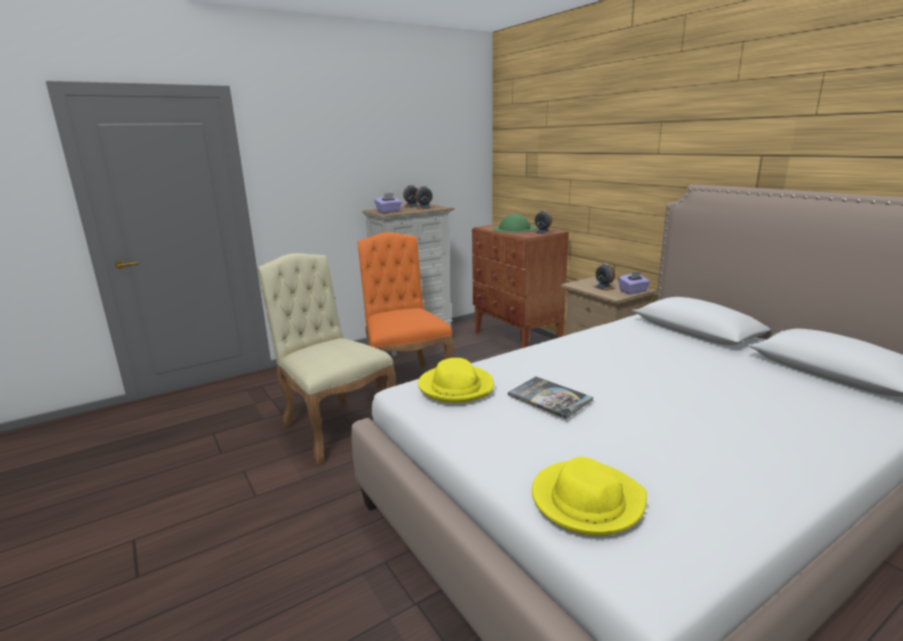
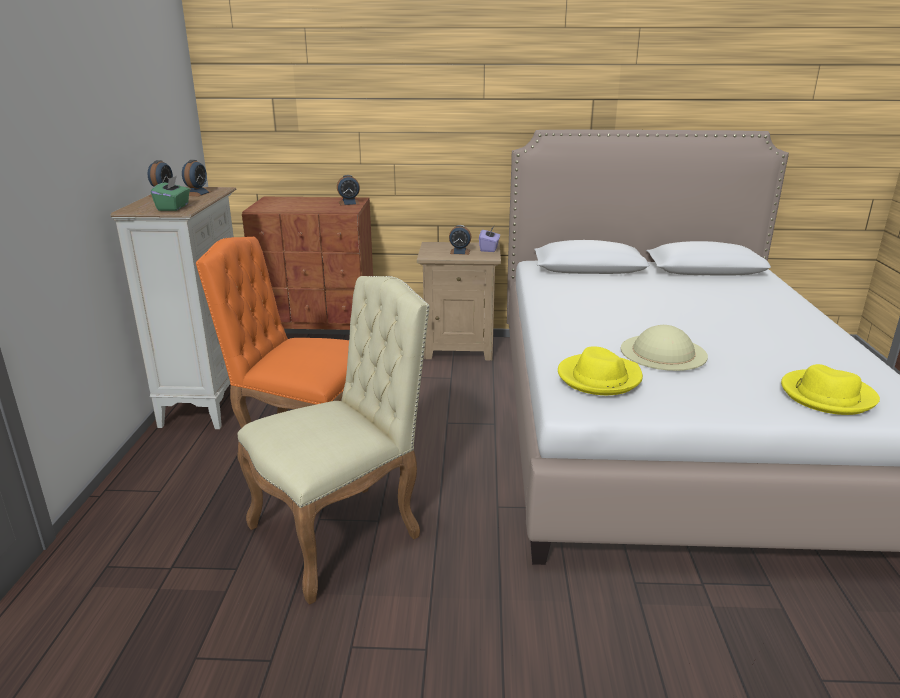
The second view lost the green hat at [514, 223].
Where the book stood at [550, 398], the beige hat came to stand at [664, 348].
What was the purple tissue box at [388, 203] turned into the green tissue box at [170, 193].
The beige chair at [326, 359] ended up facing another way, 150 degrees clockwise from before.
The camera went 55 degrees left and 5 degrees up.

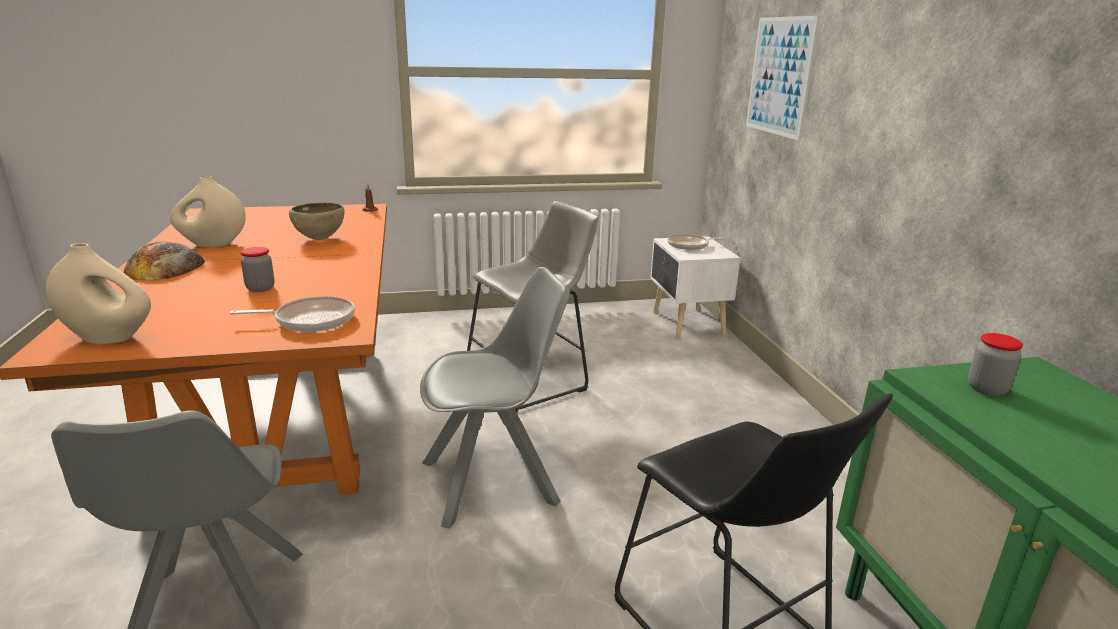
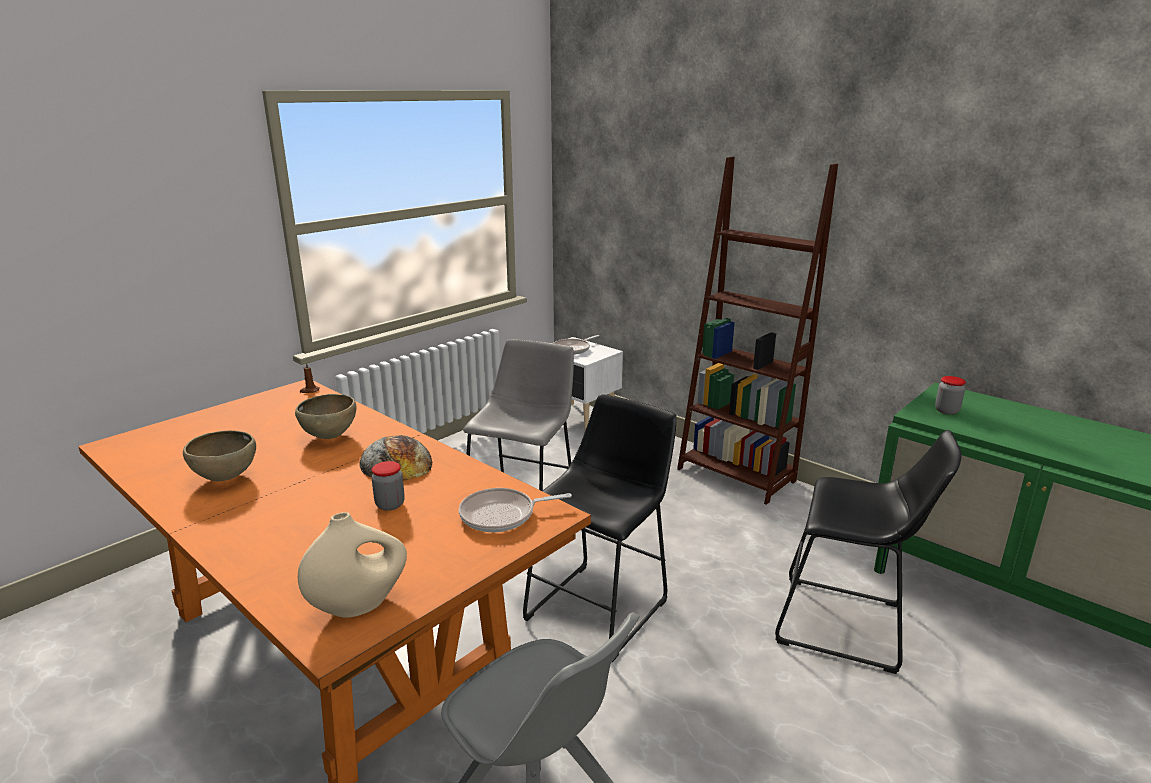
The second view lost the picture at [783, 78].
The second view gained the brown bookcase at [757, 331].
The bread ended up elsewhere, having gone from [164, 261] to [395, 458].
Where the beige vase stood at [208, 212], the brown bowl came to stand at [219, 456].
Where the grey chair stood at [495, 398], the black stool came to stand at [599, 528].
The frying pan at [292, 314] ended up facing another way, 150 degrees counterclockwise from before.
The camera went 35 degrees left and 0 degrees up.

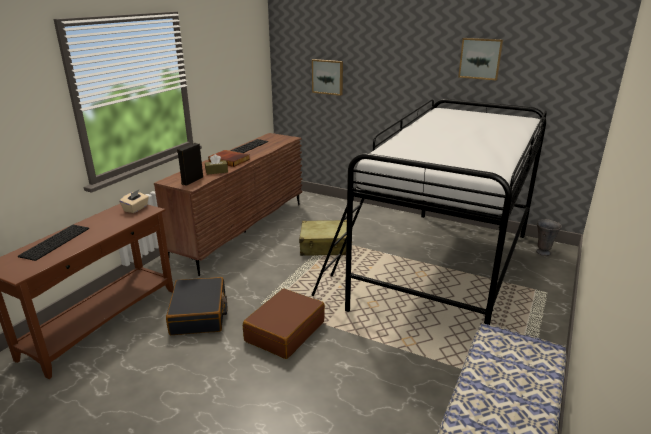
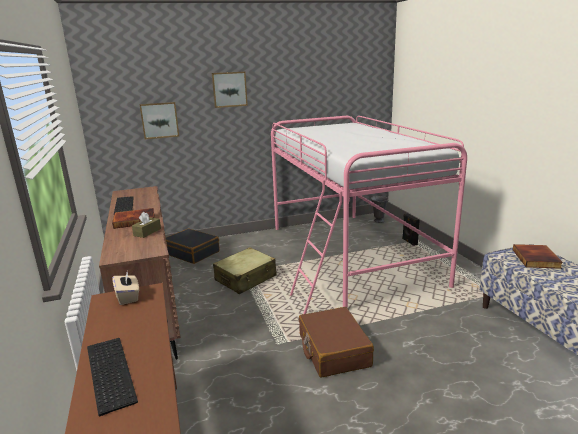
The second view gained the book at [538, 256].
The black suitcase ended up elsewhere, having gone from [197, 306] to [193, 246].
The black speaker ended up elsewhere, having gone from [190, 164] to [410, 230].
The picture ended up elsewhere, having gone from [480, 59] to [230, 89].
What was the black bed at [429, 212] turned into the pink bed at [369, 215].
The camera went 45 degrees left and 5 degrees down.

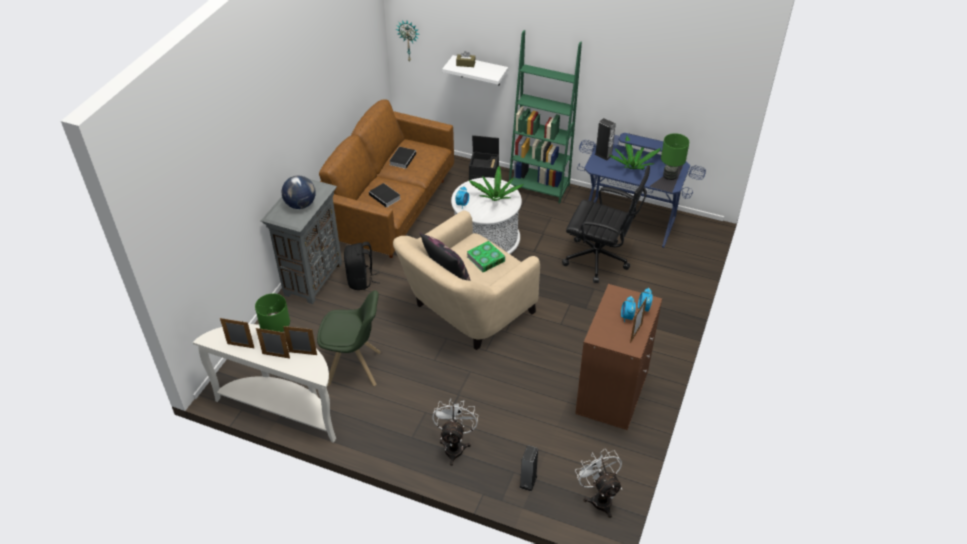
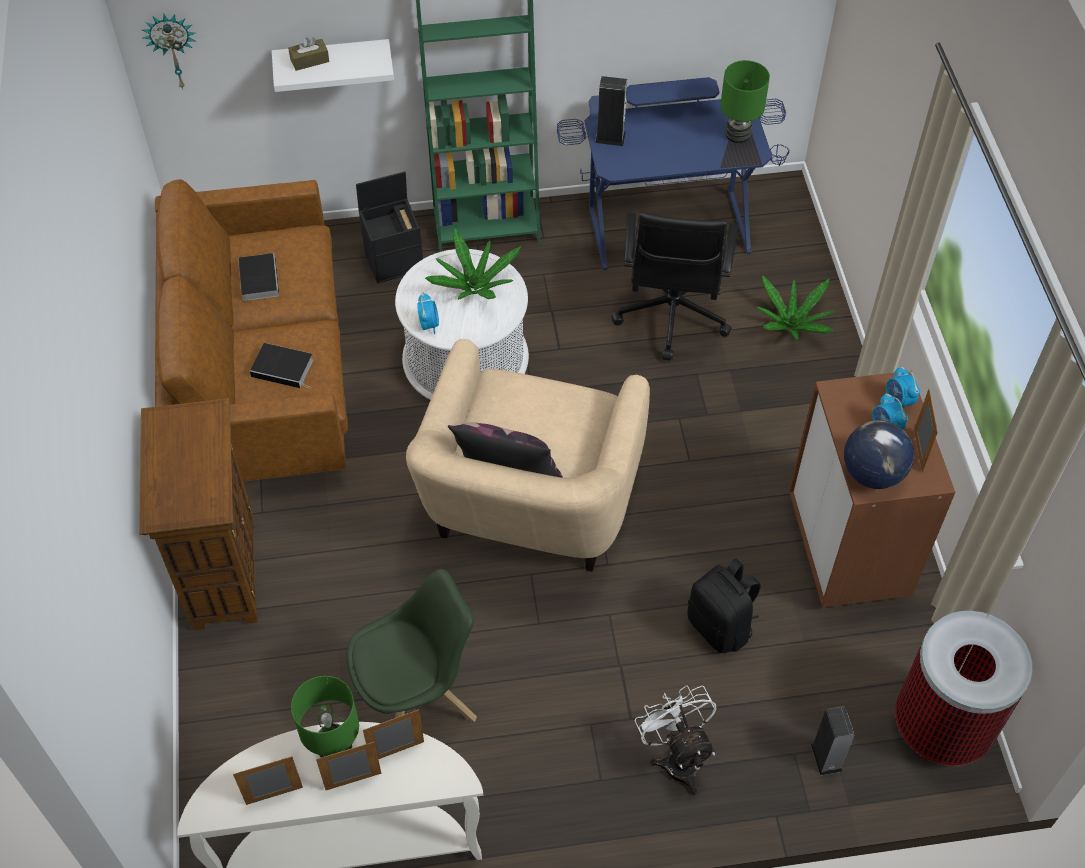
The second view lost the book at [486, 256].
The globe ended up elsewhere, having gone from [299, 192] to [879, 454].
The black backpack ended up elsewhere, having gone from [362, 266] to [724, 605].
The potted plant ended up elsewhere, having gone from [635, 153] to [795, 307].
Where the white fan stood at [598, 483], the trash can came to stand at [963, 688].
What was the grey cabinet at [301, 241] turned into the brown cabinet at [198, 514].
The black office chair at [606, 224] ended up facing another way, 105 degrees clockwise from before.
The camera went 30 degrees left and 10 degrees up.

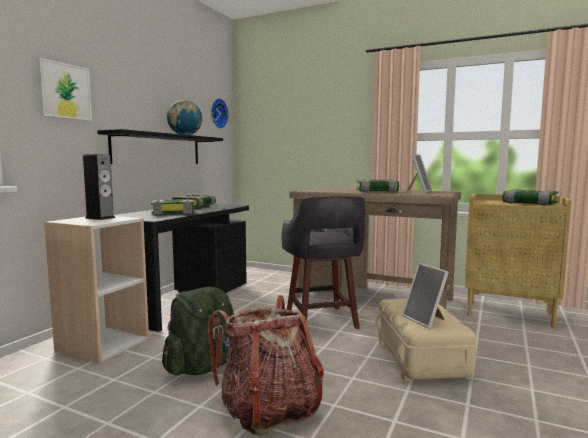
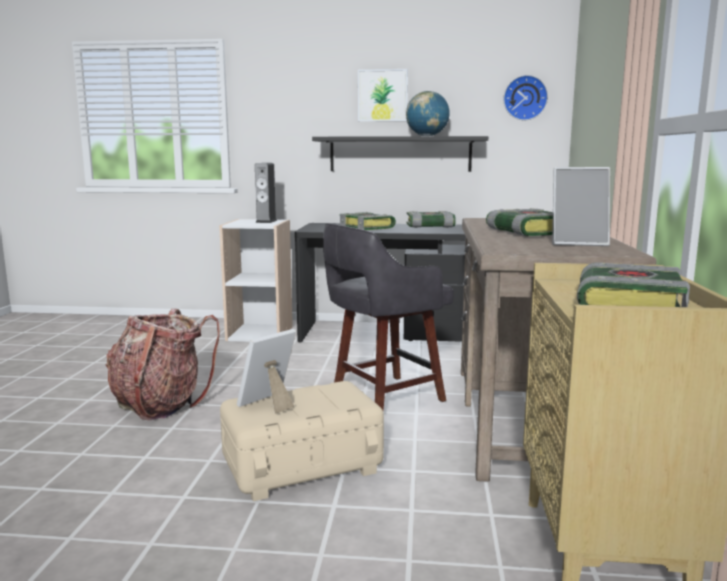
The second view lost the green backpack at [198, 331].
The picture ended up elsewhere, having gone from [64, 89] to [383, 95].
The camera went 70 degrees right and 5 degrees up.

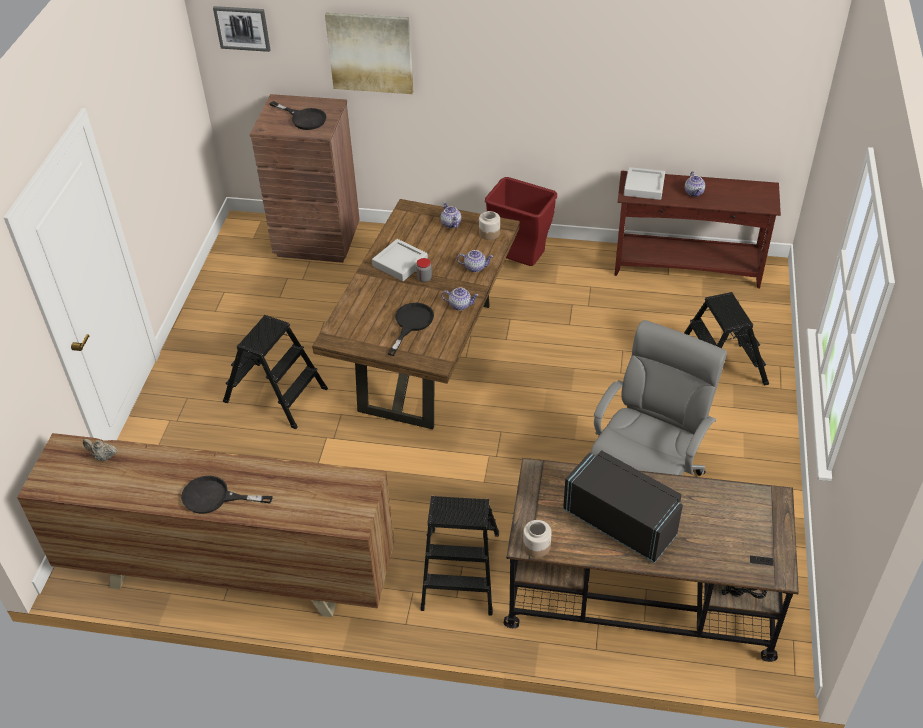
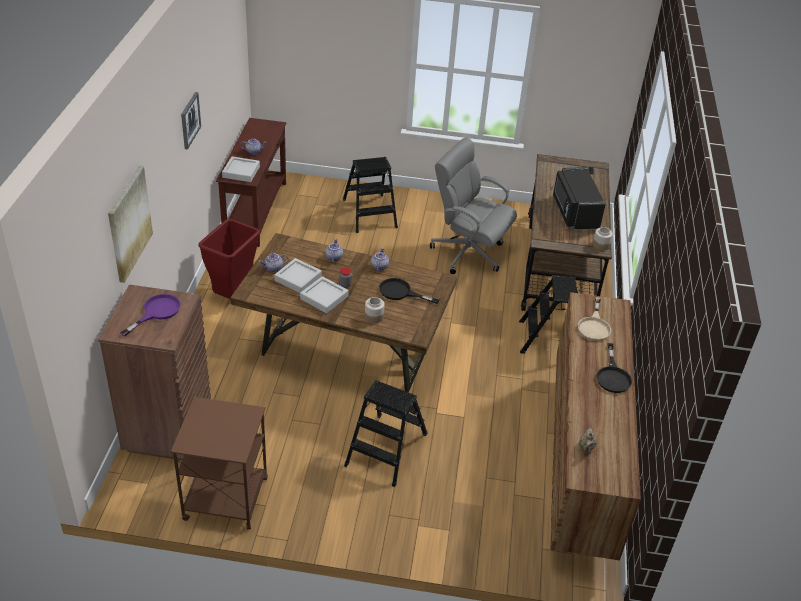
The second view gained the brown cart at [219, 463].
The second view gained the grey tray at [298, 275].
The second view gained the beige frying pan at [594, 319].
The picture ended up elsewhere, having gone from [241, 29] to [191, 120].
The jar ended up elsewhere, having gone from [489, 225] to [375, 310].
What was the black frying pan at [298, 115] turned into the purple frying pan at [150, 315].
The black microwave at [623, 506] ended up facing another way, 45 degrees counterclockwise from before.
The camera went 95 degrees left and 5 degrees down.

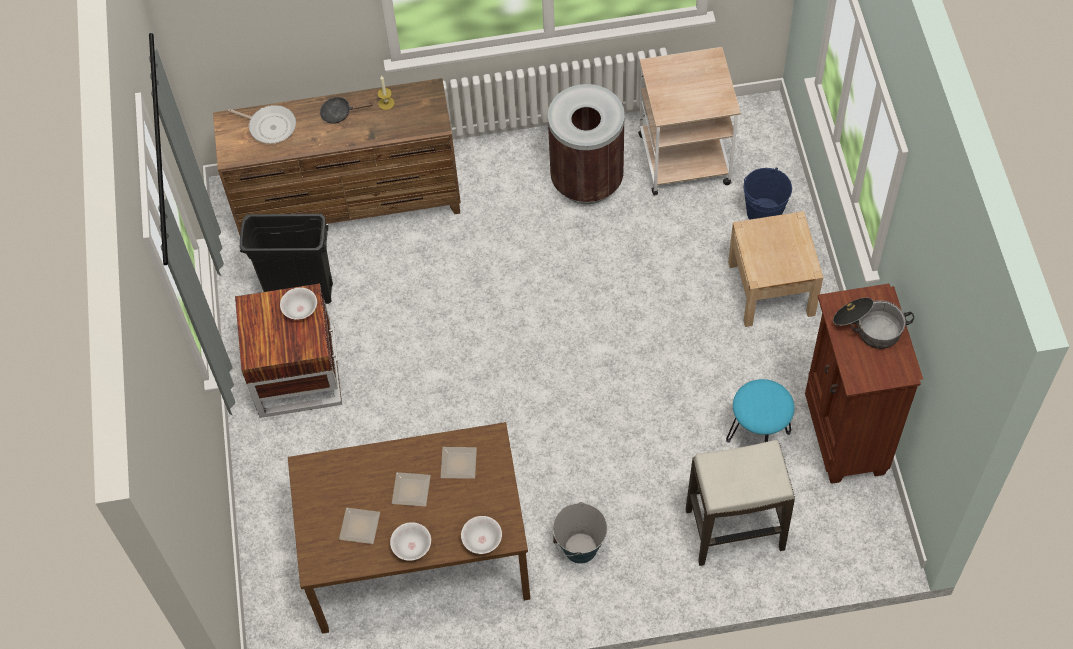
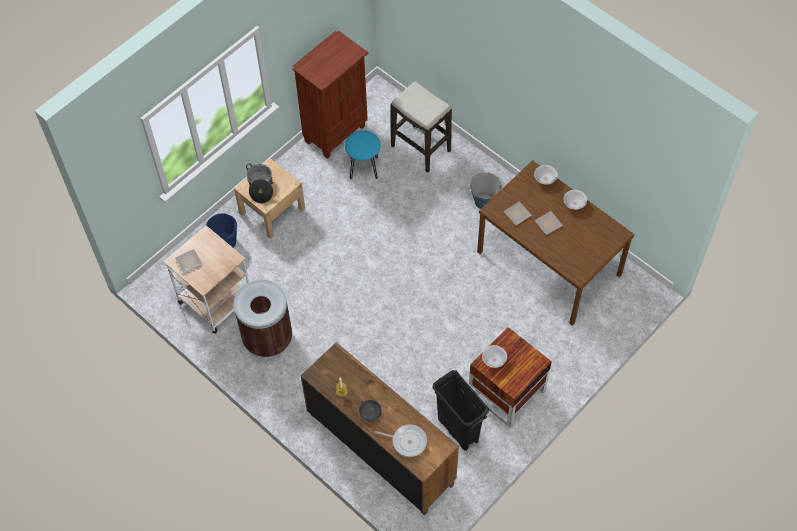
The plate ended up elsewhere, having gone from [359, 526] to [188, 261].
The cooking pot ended up elsewhere, having gone from [873, 323] to [259, 183].
The frying pan at [262, 124] ended up facing another way, 120 degrees clockwise from before.
The camera went 130 degrees left and 0 degrees up.

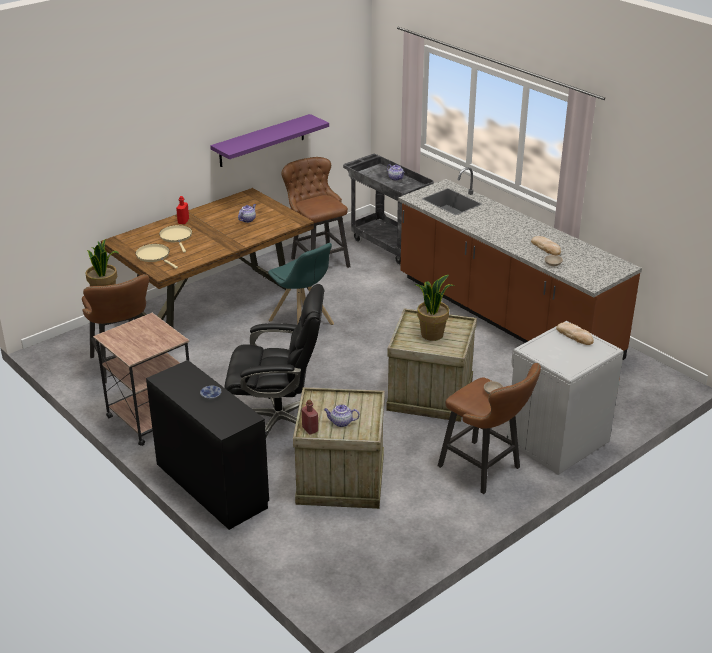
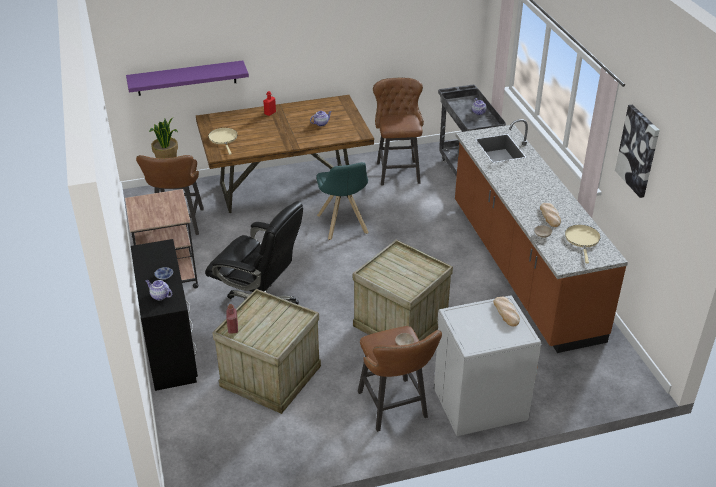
The second view lost the potted plant at [434, 308].
The second view gained the picture at [637, 151].
The beige frying pan ended up elsewhere, having gone from [175, 239] to [583, 244].
The purple shelf ended up elsewhere, having gone from [269, 140] to [187, 78].
The teapot ended up elsewhere, having gone from [342, 415] to [159, 290].
The camera went 25 degrees right and 5 degrees up.

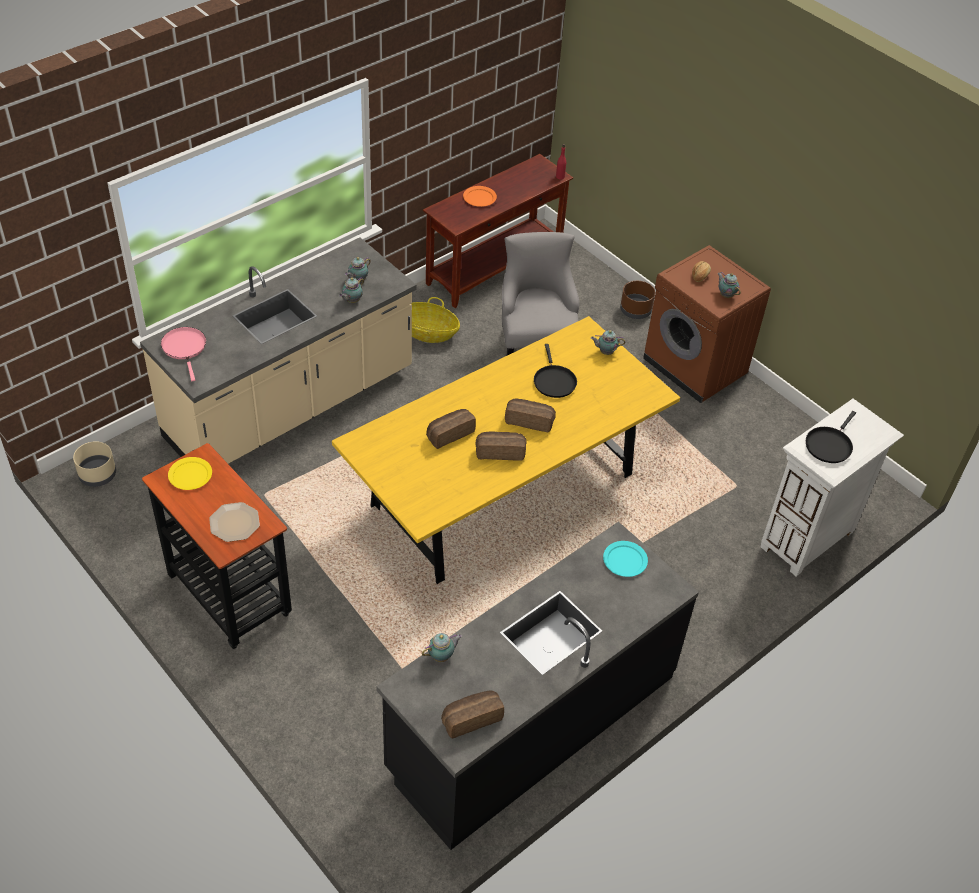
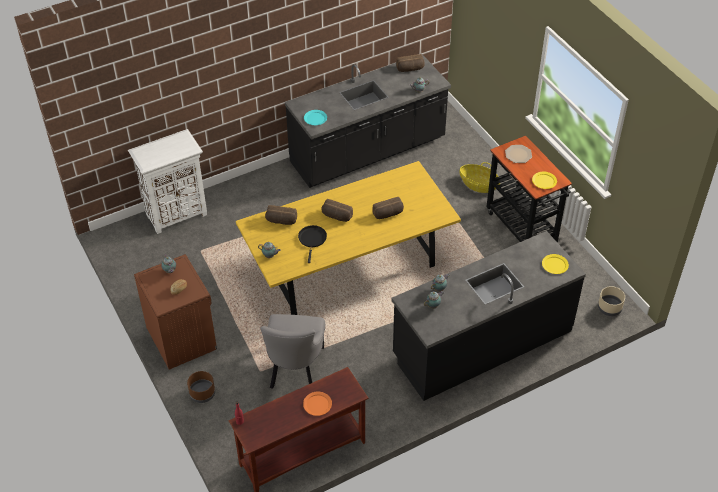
The second view lost the black frying pan at [831, 437].
The basket ended up elsewhere, having gone from [435, 320] to [479, 177].
The bread ended up elsewhere, having gone from [500, 446] to [281, 215].
Where the pink frying pan stood at [183, 354], the yellow plate came to stand at [555, 264].
What was the beige counter at [278, 350] turned into the black counter at [488, 316].
The camera went 165 degrees left and 0 degrees up.

